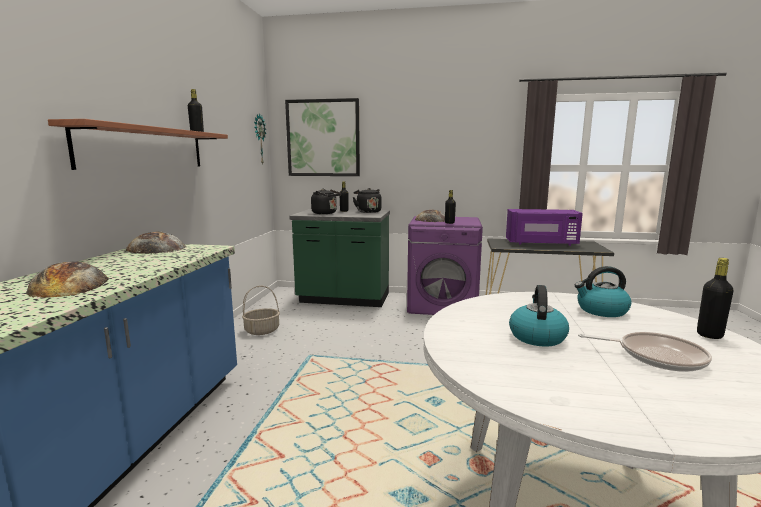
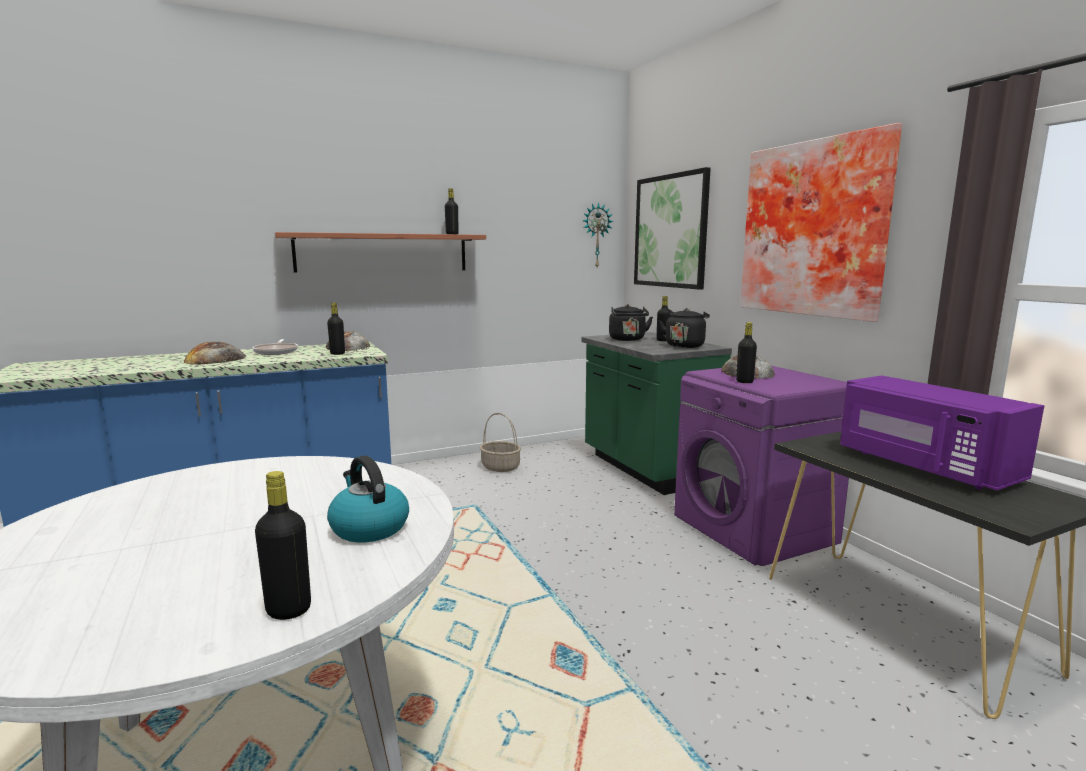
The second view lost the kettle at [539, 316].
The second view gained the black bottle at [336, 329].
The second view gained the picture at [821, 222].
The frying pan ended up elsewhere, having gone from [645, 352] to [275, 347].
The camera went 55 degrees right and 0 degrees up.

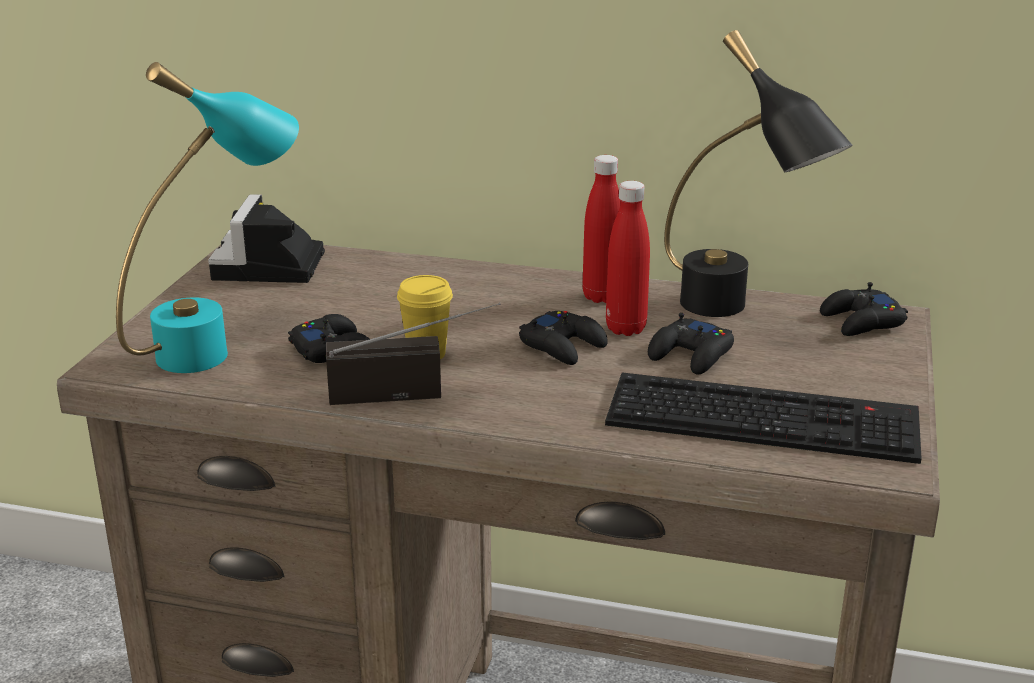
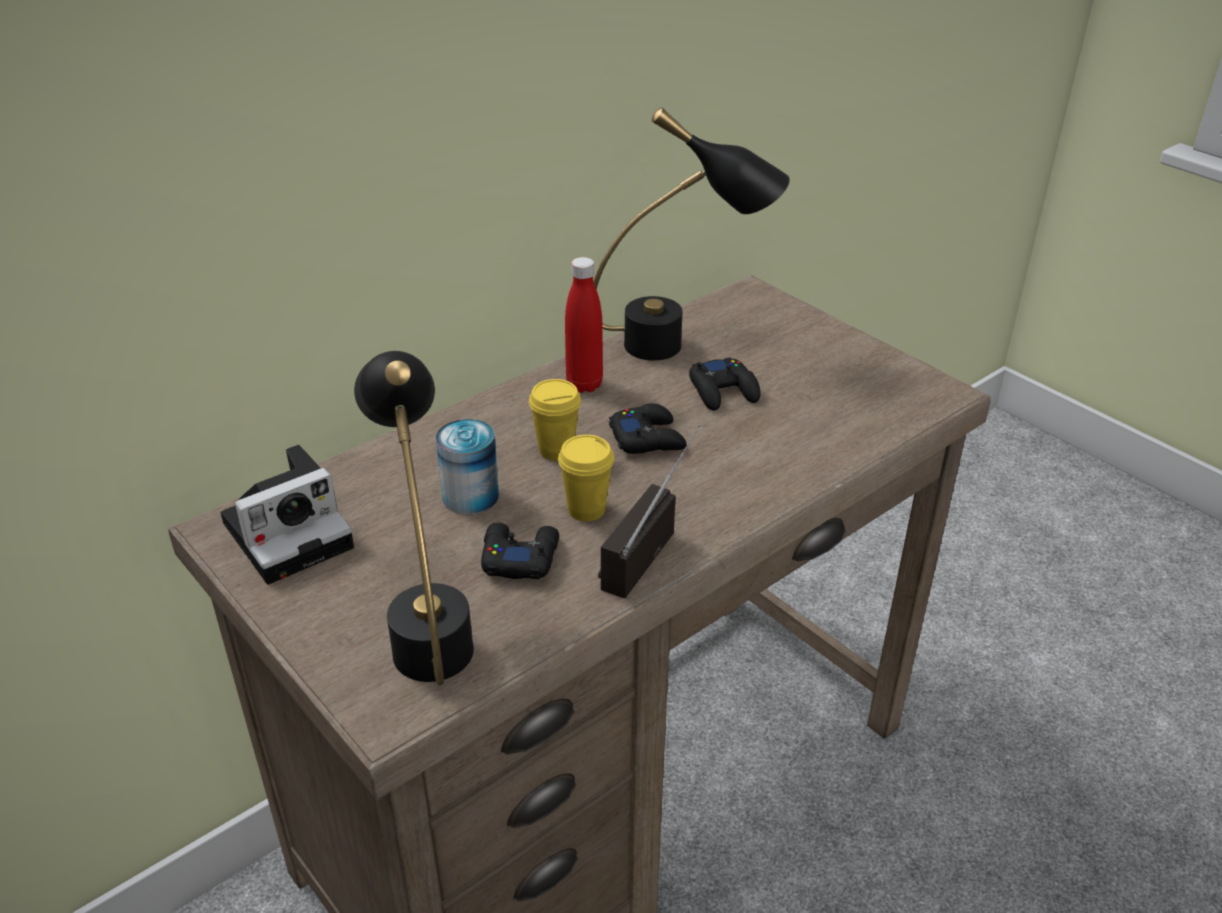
The second view lost the keyboard at [763, 418].
The second view lost the red bottle at [628, 258].
The second view lost the black game controller at [864, 309].
The second view gained the can at [467, 467].
The second view gained the yellow cup at [555, 420].
What was the turquoise table lamp at [207, 217] turned into the black table lamp at [414, 518].
The photo camera at [266, 238] ended up facing another way, 75 degrees counterclockwise from before.
The camera went 55 degrees left and 10 degrees up.

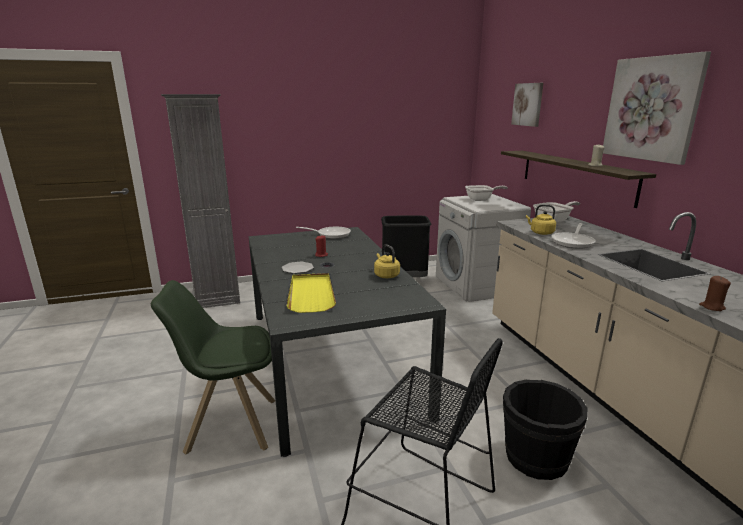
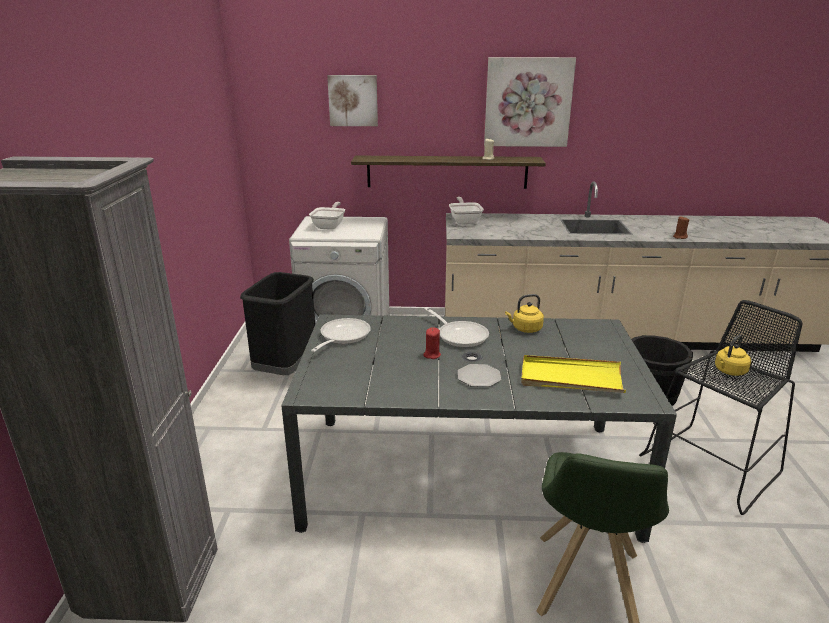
The yellow kettle ended up elsewhere, having gone from [541, 219] to [733, 355].
The frying pan ended up elsewhere, having gone from [573, 236] to [456, 327].
The camera went 70 degrees left and 5 degrees up.

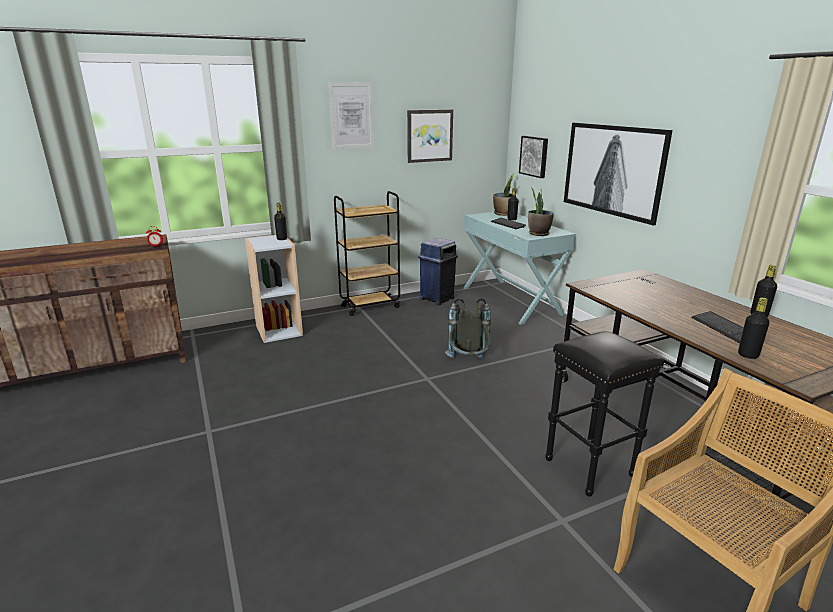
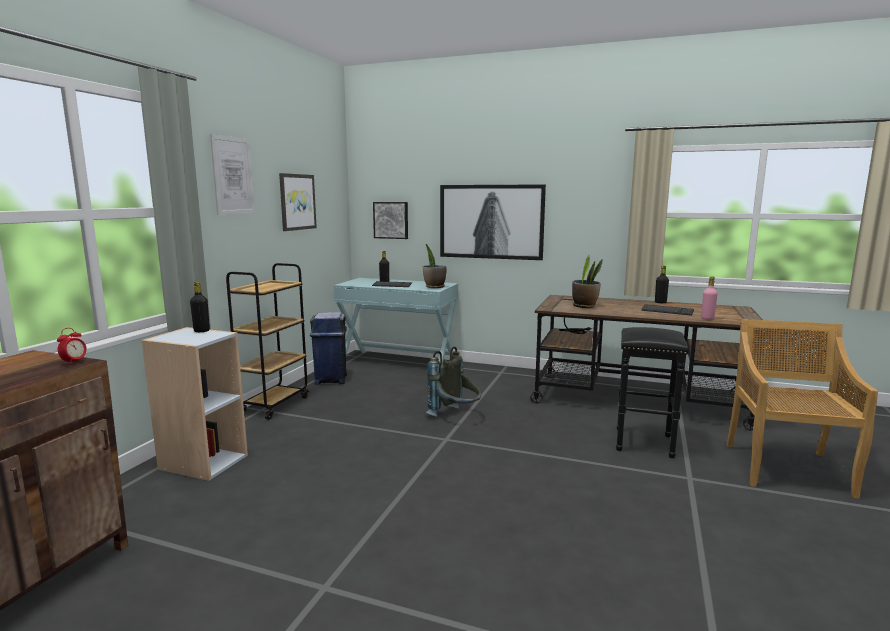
The potted plant ended up elsewhere, having gone from [503, 194] to [587, 281].
What was the black bottle at [754, 328] turned into the pink bottle at [709, 298].
The camera went 45 degrees left and 10 degrees down.

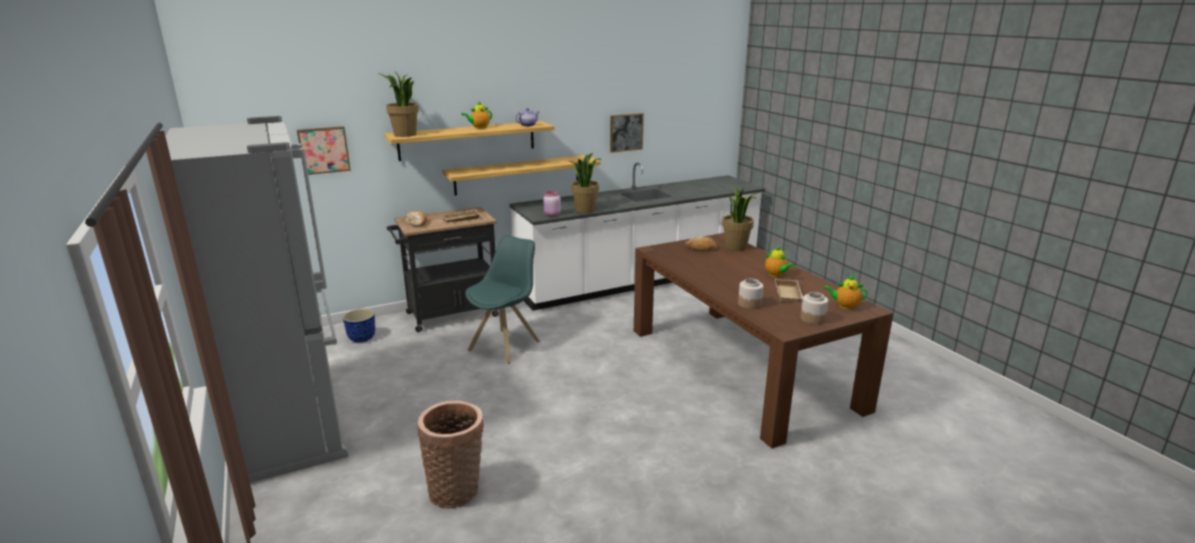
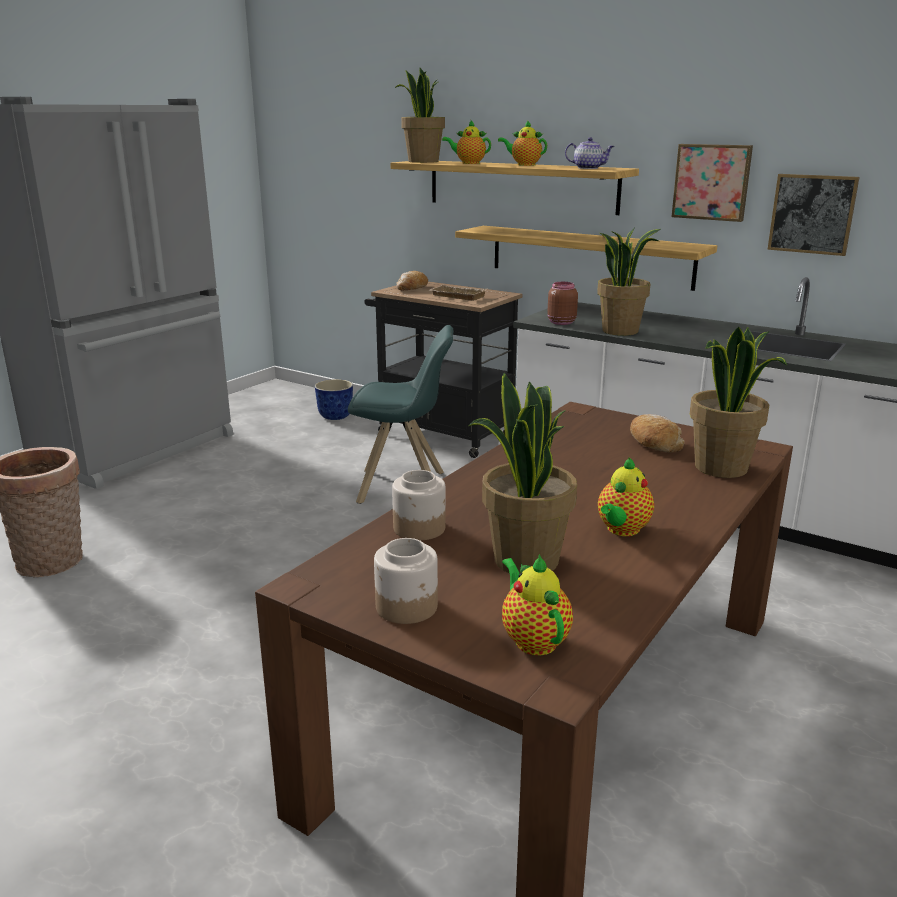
The second view gained the teapot at [466, 142].
The picture ended up elsewhere, having gone from [324, 150] to [712, 183].
Where the beige tray stood at [789, 290], the potted plant came to stand at [522, 473].
What was the pink jar at [552, 203] turned into the brown jar at [562, 303].
The camera went 60 degrees right and 0 degrees up.

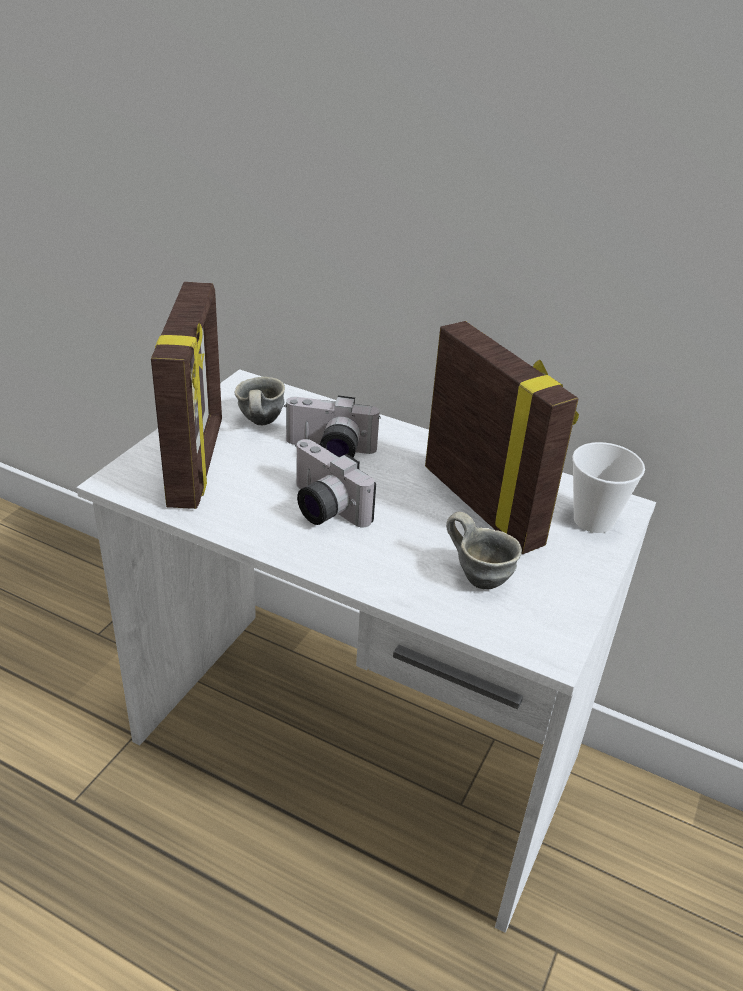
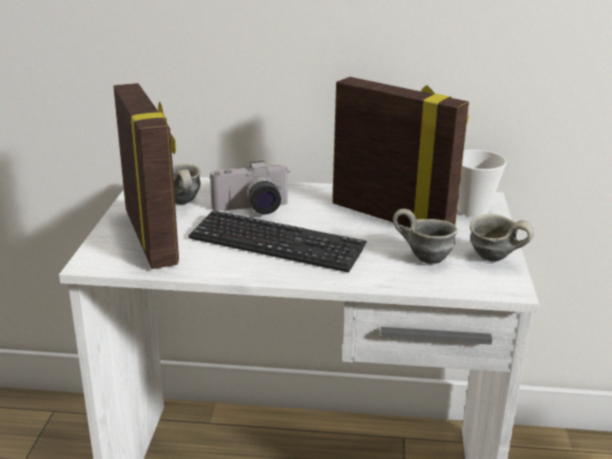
The second view gained the grey mug at [502, 238].
Where the photo camera stood at [335, 483], the keyboard came to stand at [277, 241].
The camera went 20 degrees left and 10 degrees down.

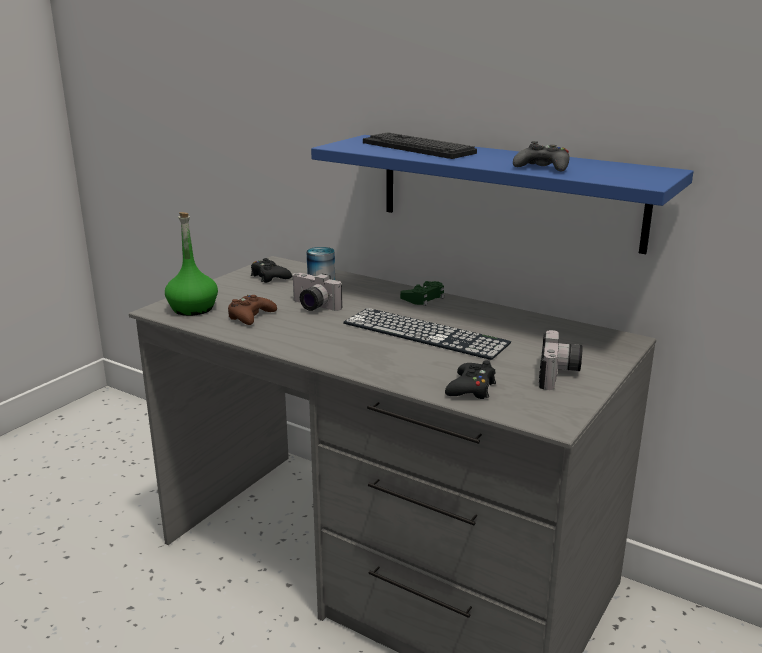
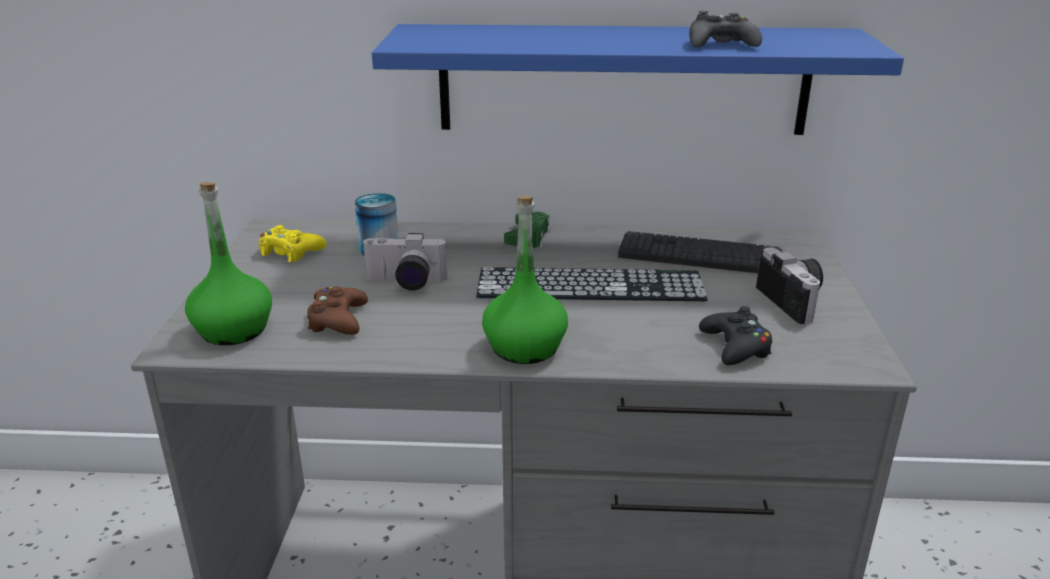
The second view gained the green bottle at [525, 280].
The keyboard ended up elsewhere, having gone from [420, 145] to [700, 252].
What was the black game controller at [271, 270] turned into the yellow game controller at [293, 243].
The camera went 30 degrees left and 5 degrees up.

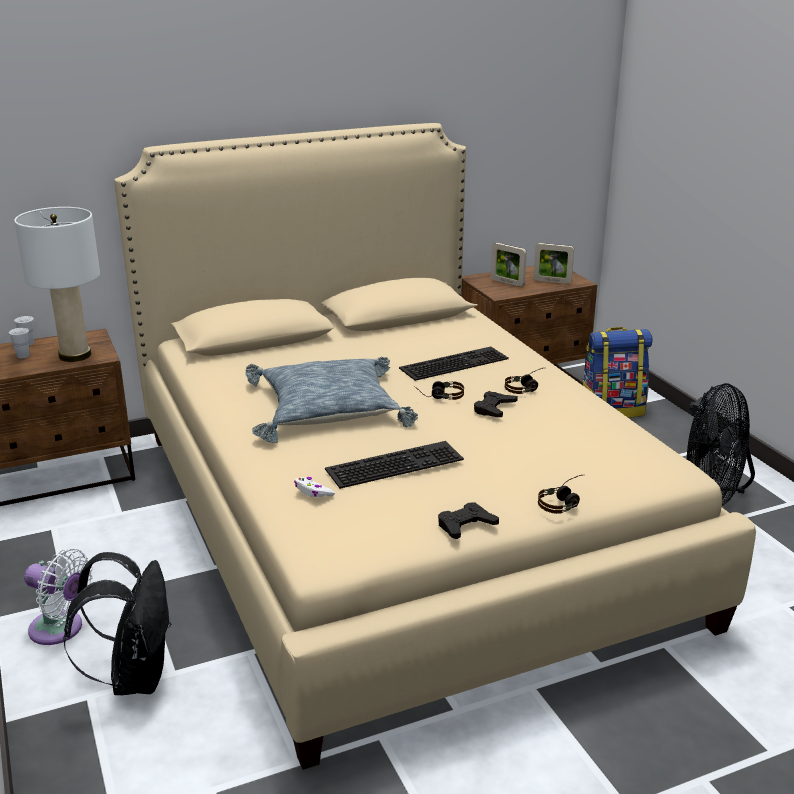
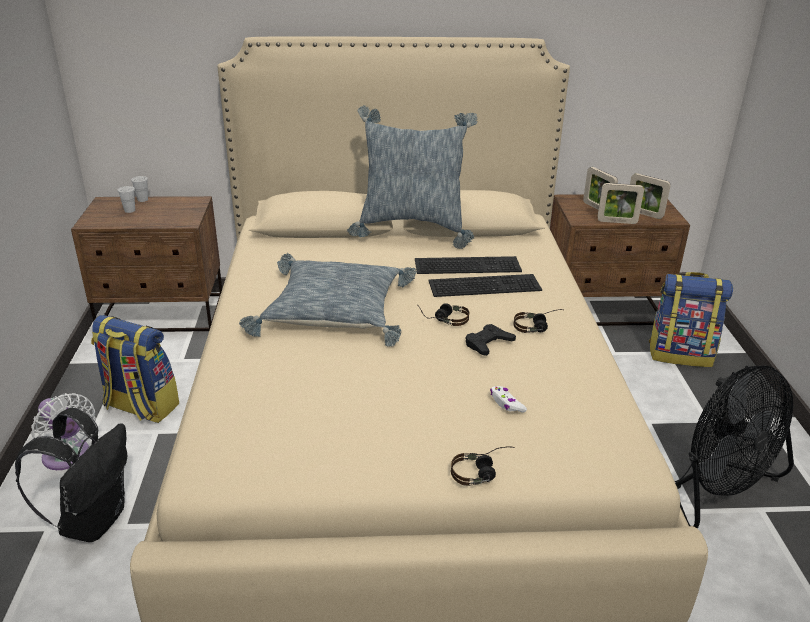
The second view lost the white table lamp at [57, 284].
The second view lost the black game controller at [468, 520].
The second view gained the backpack at [135, 369].
The second view gained the pillow at [412, 177].
The second view gained the picture frame at [621, 203].
The white game controller ended up elsewhere, having gone from [314, 487] to [508, 399].
The keyboard ended up elsewhere, having gone from [394, 465] to [468, 265].
The camera went 20 degrees right and 5 degrees up.

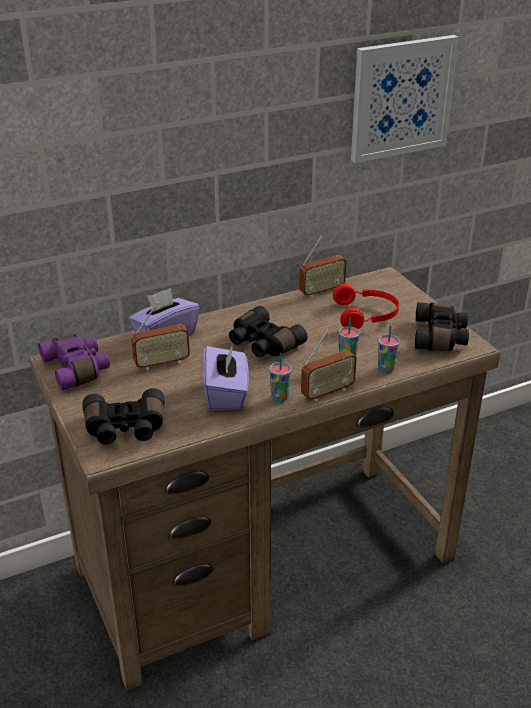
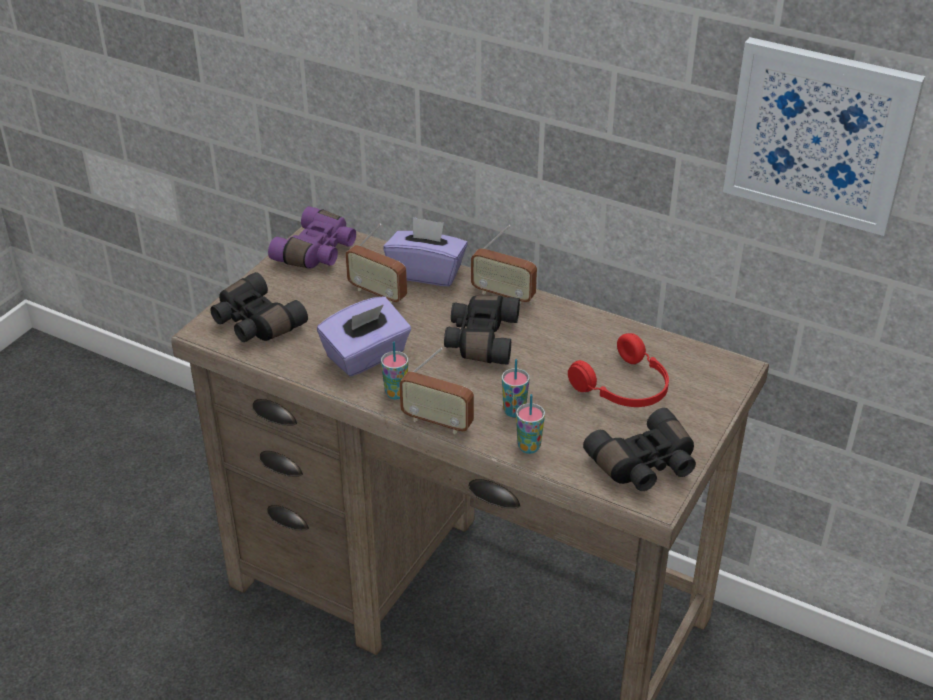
The radio ended up elsewhere, having gone from [323, 266] to [504, 264].
The camera went 55 degrees right and 5 degrees up.

